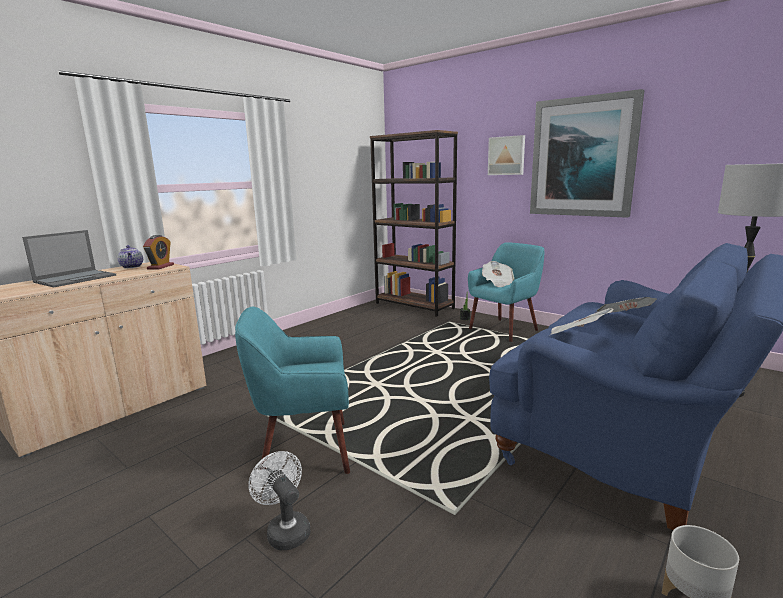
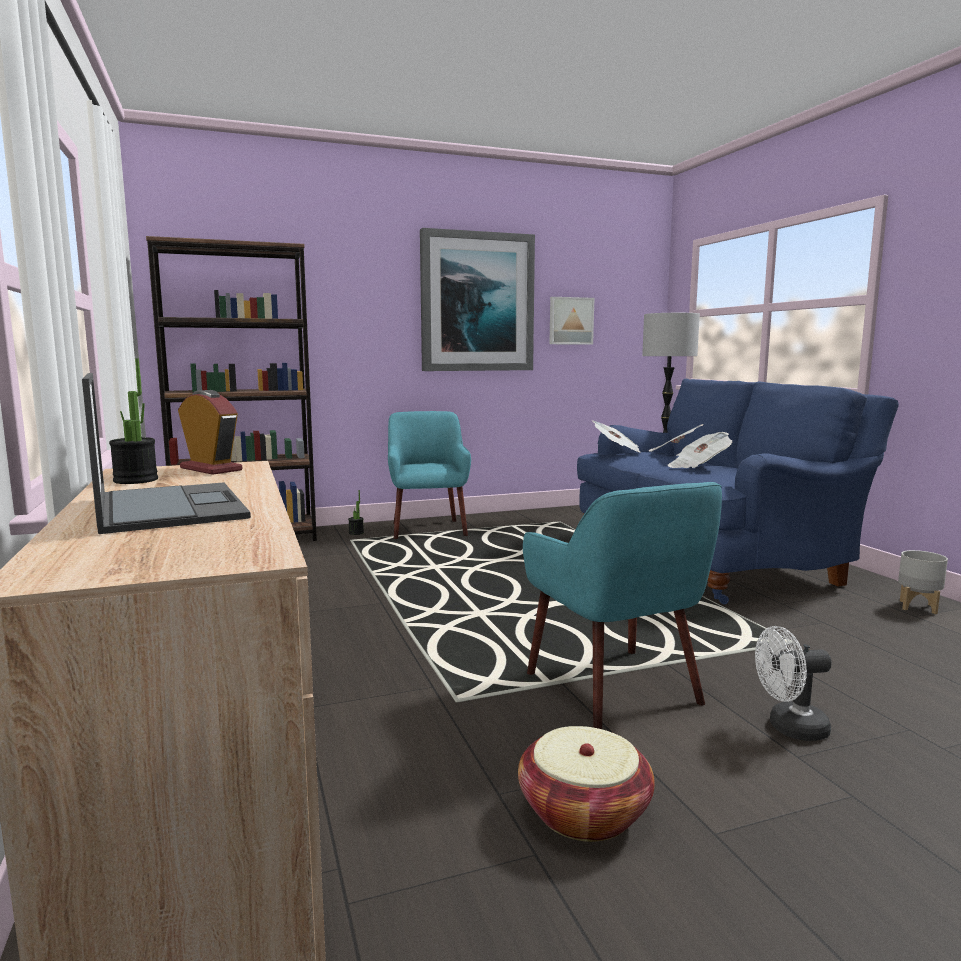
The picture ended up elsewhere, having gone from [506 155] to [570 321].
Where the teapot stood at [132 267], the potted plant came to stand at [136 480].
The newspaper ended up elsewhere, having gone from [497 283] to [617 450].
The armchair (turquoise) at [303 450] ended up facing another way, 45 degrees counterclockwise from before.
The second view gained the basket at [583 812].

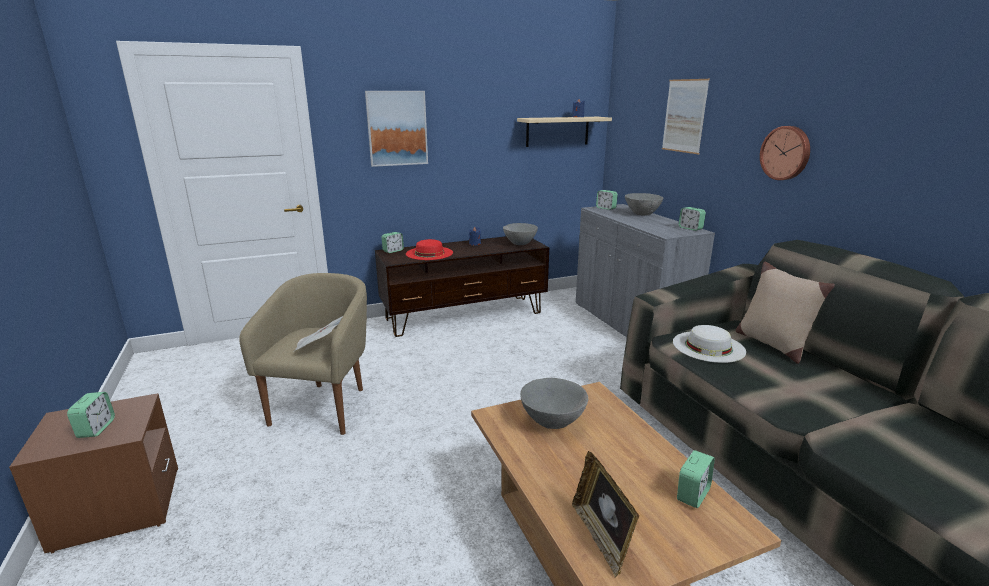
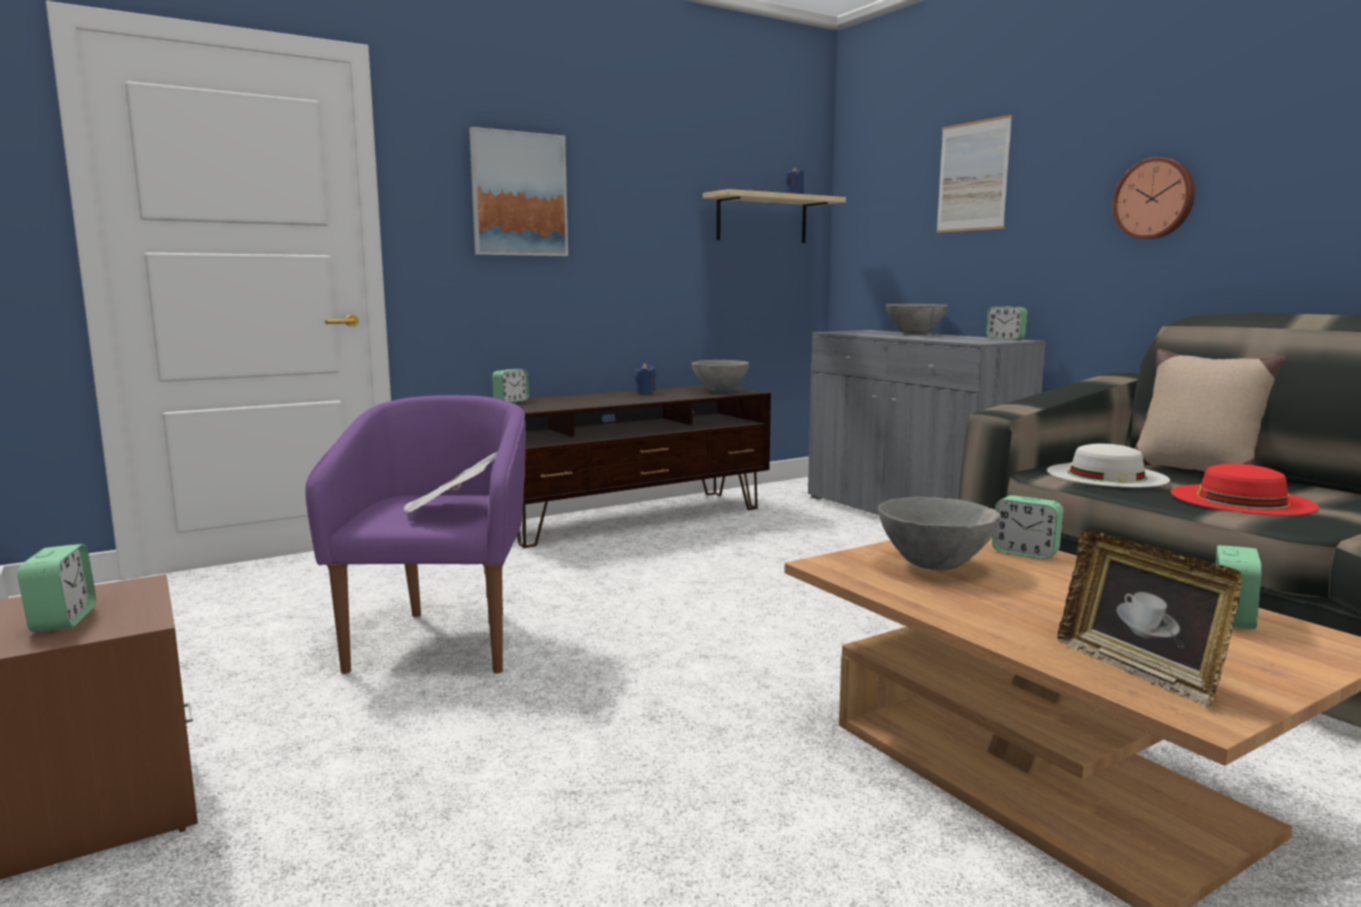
The alarm clock ended up elsewhere, having gone from [606 208] to [1025 553].
The hat (red) ended up elsewhere, having gone from [429 253] to [1241 500].
What was the armchair (beige) at [324 406] turned into the armchair (purple) at [442 640].

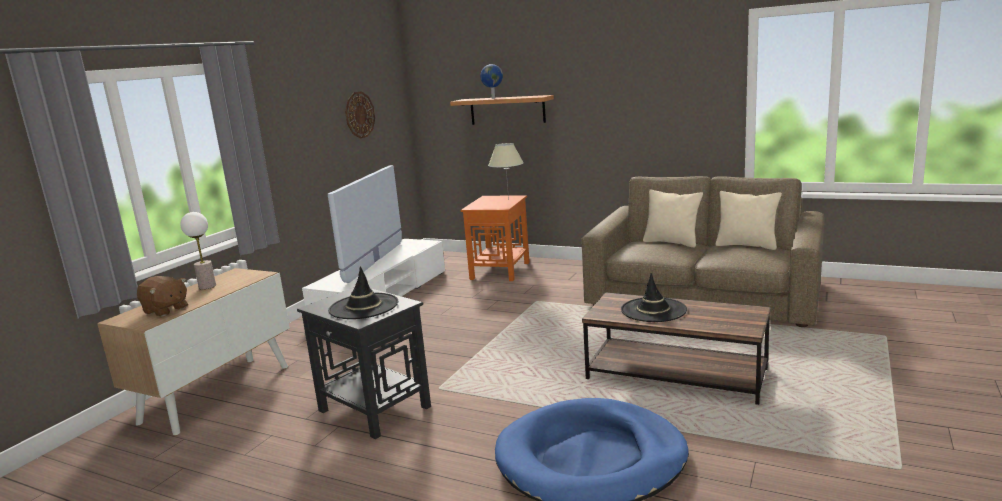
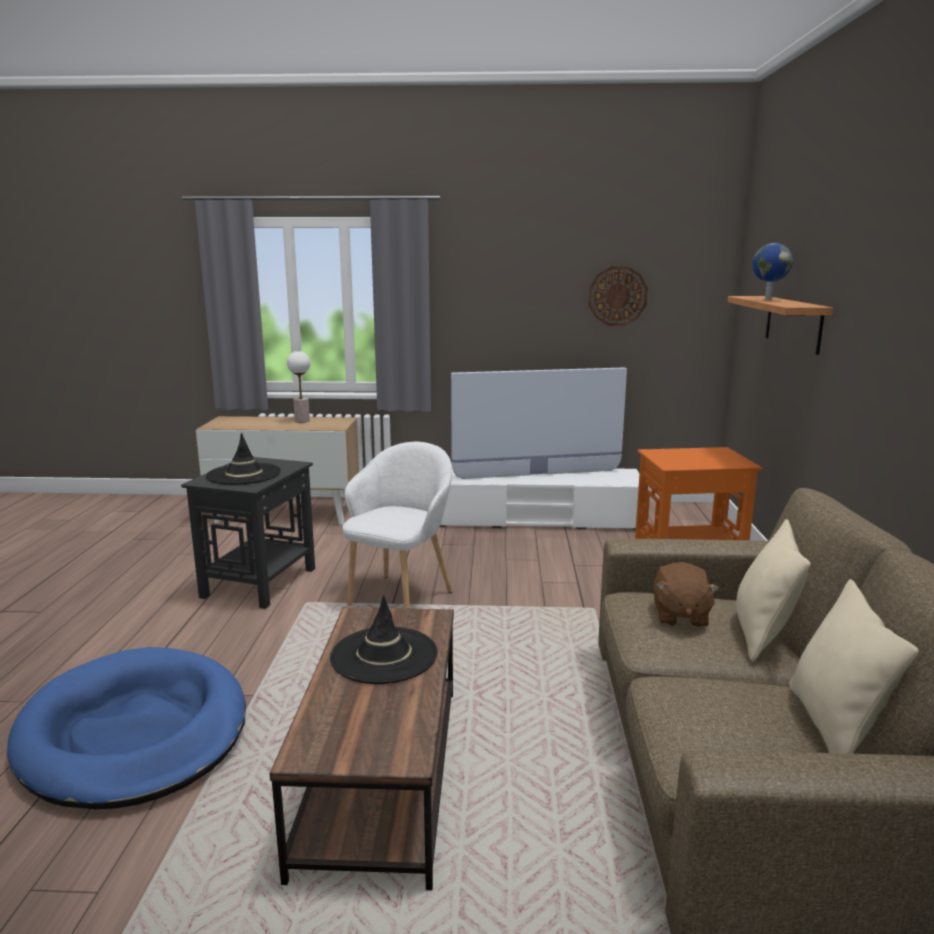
The second view lost the table lamp (beige) at [508 200].
The plush toy (brown) ended up elsewhere, having gone from [165 310] to [680 616].
The second view gained the armchair (white) at [401 596].

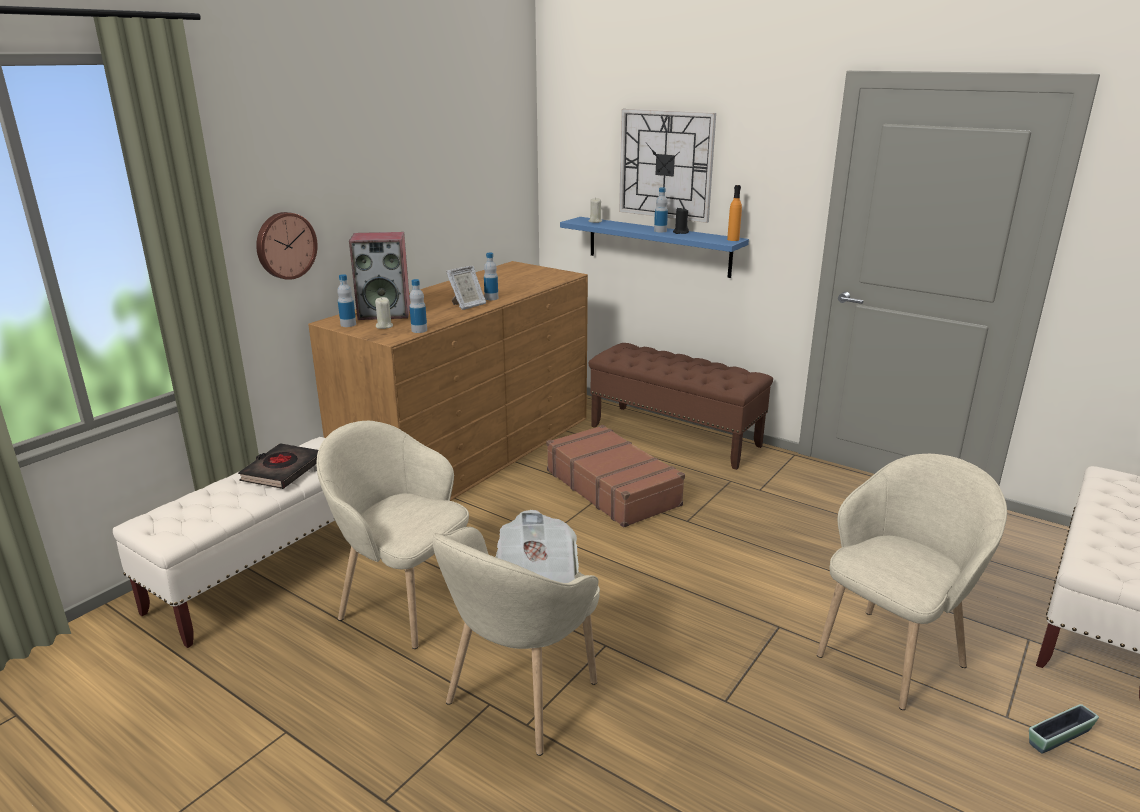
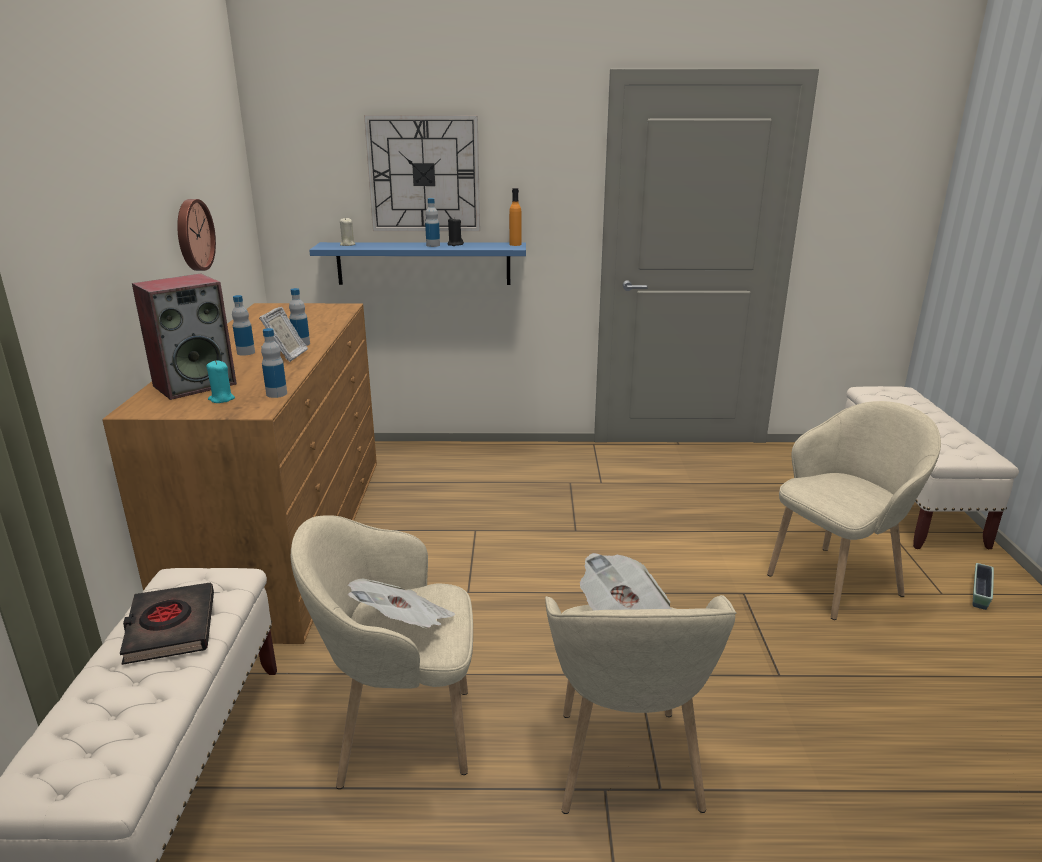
The wall clock ended up elsewhere, having gone from [285 245] to [193 235].
The bottle ended up elsewhere, having gone from [348 324] to [246 352].
What was the candle (beige) at [384 326] turned into the candle (turquoise) at [221 399].
The second view lost the bench (brown) at [675 436].
The second view lost the suitcase (brown) at [613 487].
The armchair (beige) at [891 656] ended up facing another way, 45 degrees clockwise from before.
The second view gained the newspaper at [404 625].

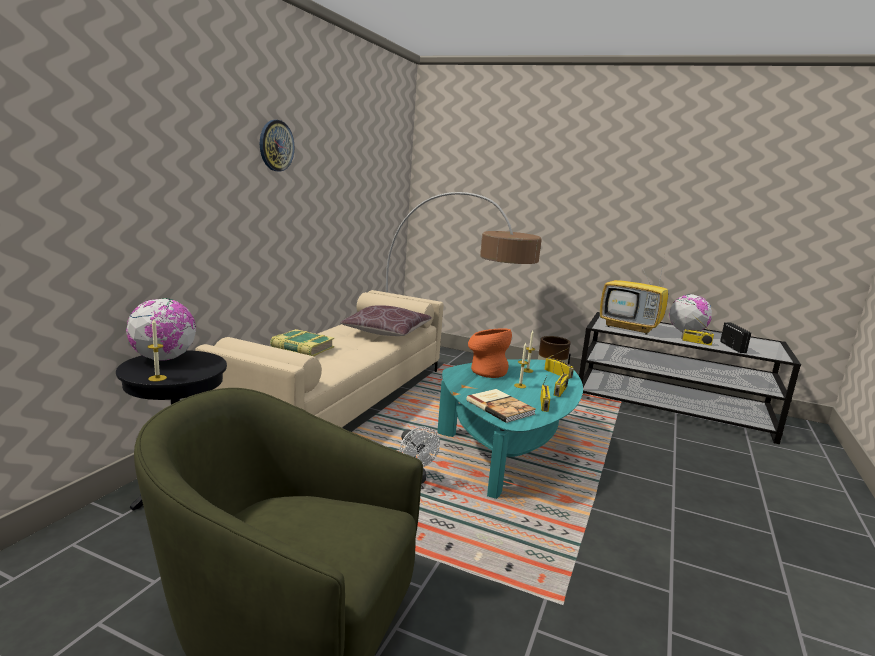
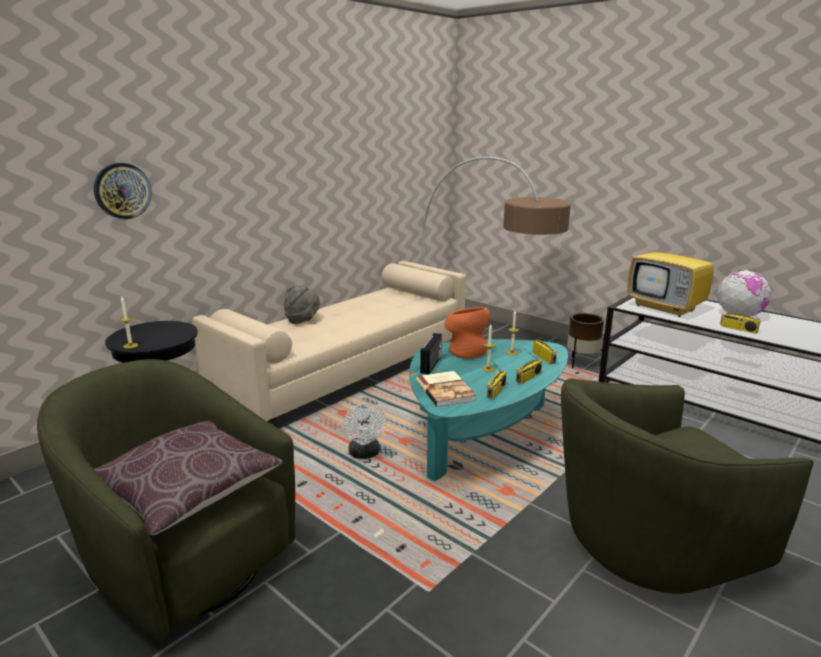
The wall clock ended up elsewhere, having gone from [276 145] to [122 191].
The second view lost the globe at [164 358].
The pillow (brown) ended up elsewhere, having gone from [387 332] to [188 490].
The radio ended up elsewhere, having gone from [733 347] to [432 364].
Where the book stood at [302 348], the hat (grey) came to stand at [302 319].
The second view gained the armchair (green) at [650 545].

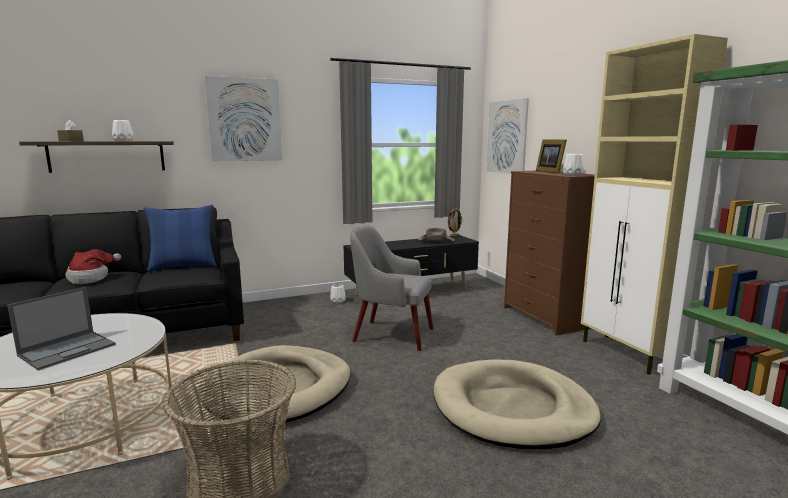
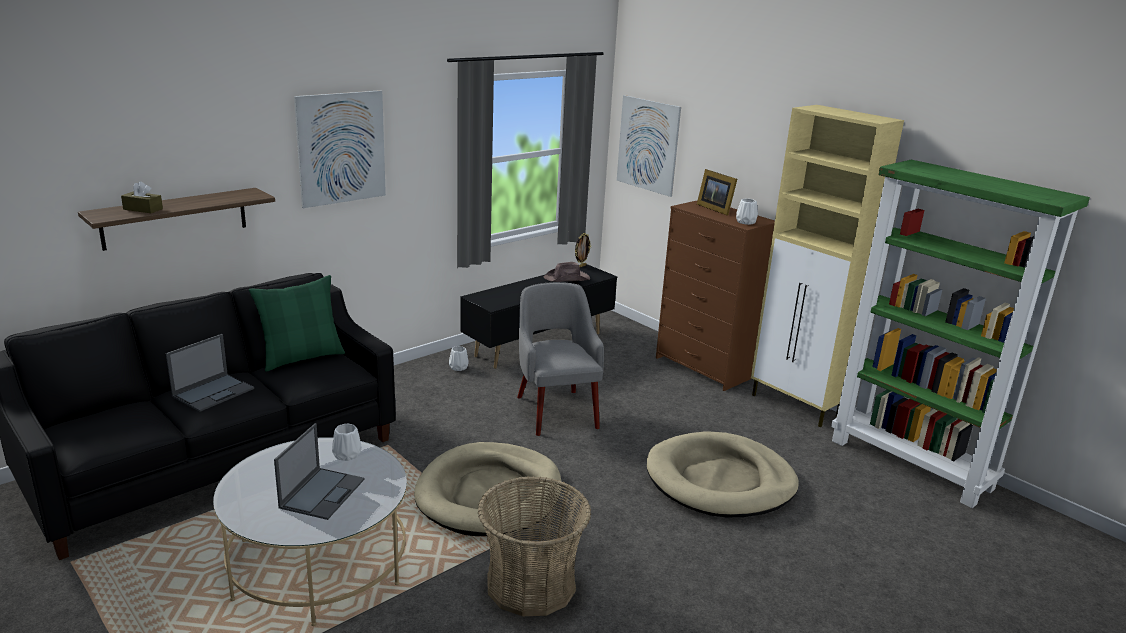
The vase (white) ended up elsewhere, having gone from [123 141] to [346 455].
What was the pillow (blue) at [183 266] turned into the pillow (green) at [301 357].
The armchair (grey) at [391 334] ended up facing another way, 75 degrees clockwise from before.
Where the hat stood at [91 278], the laptop came to stand at [214 392].

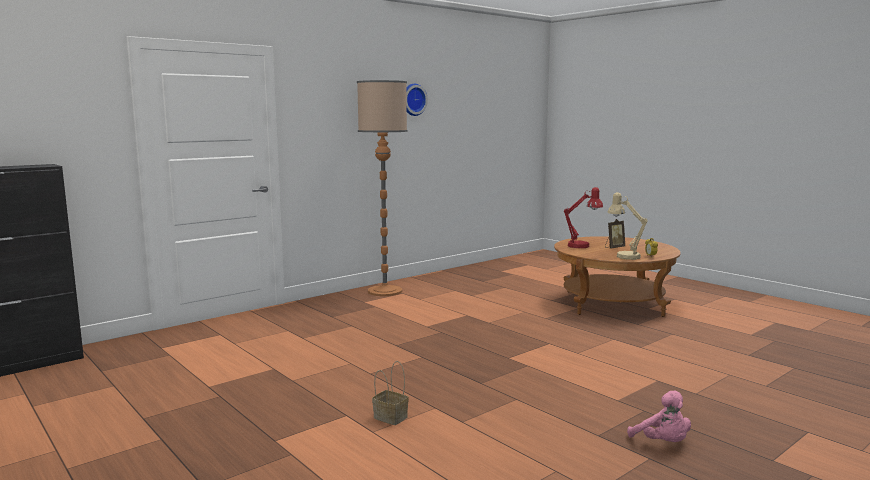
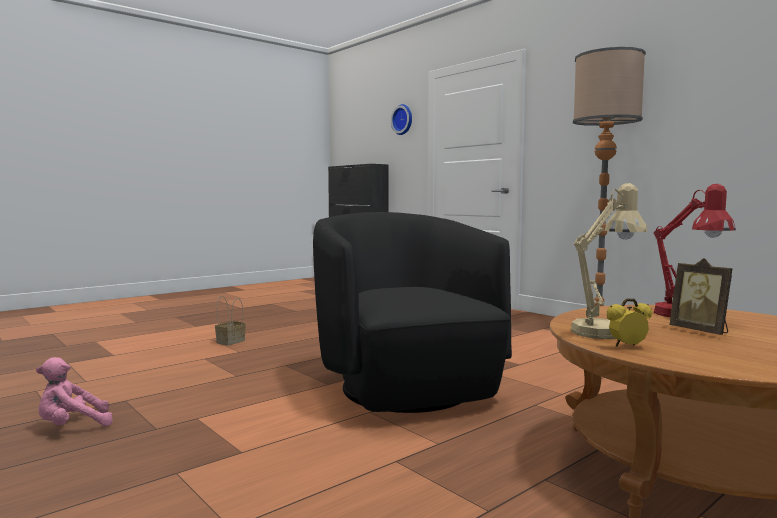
The wall clock ended up elsewhere, having gone from [412 99] to [403 119].
The second view gained the armchair (black) at [406 388].

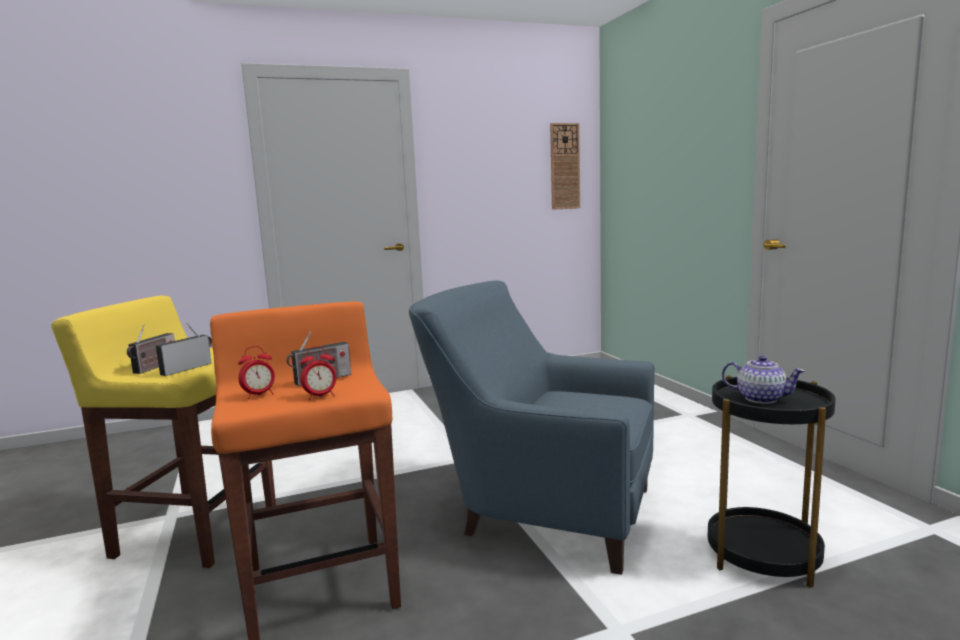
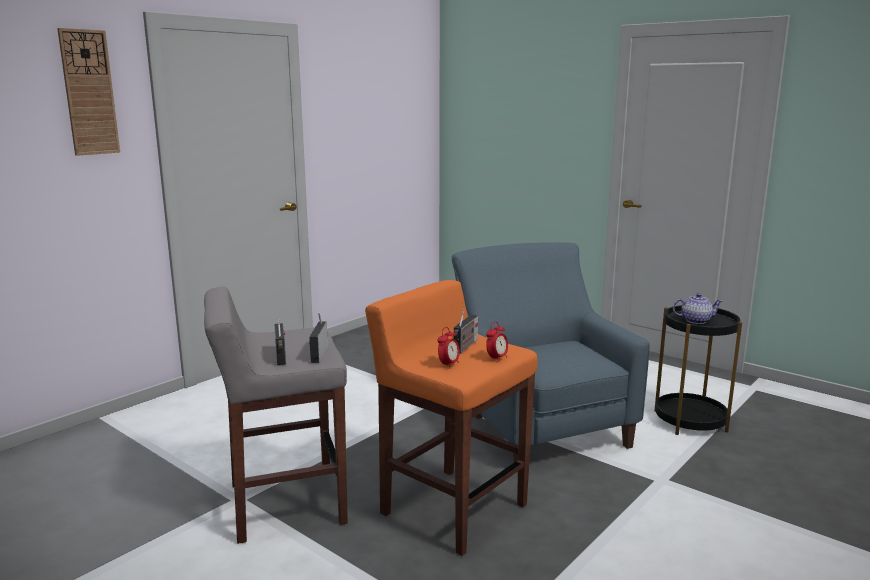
The wall clock ended up elsewhere, having gone from [564 166] to [89 93].
The armchair (blue) at [539 510] ended up facing another way, 75 degrees clockwise from before.
What was the stool (yellow) at [195 531] turned into the stool (grey) at [284 504].

